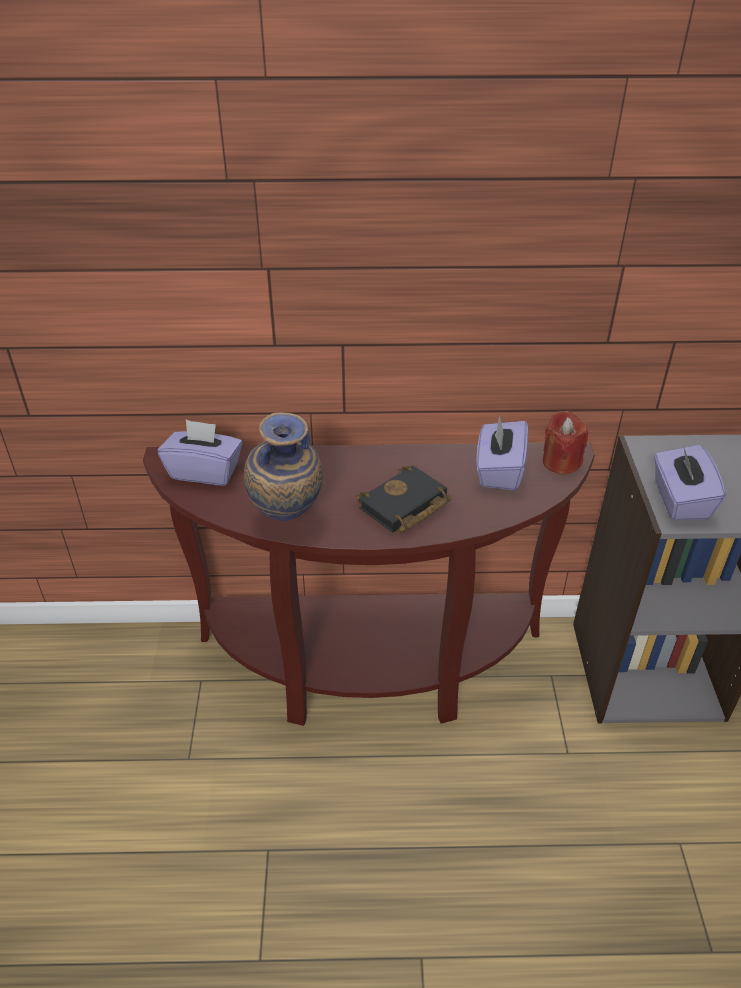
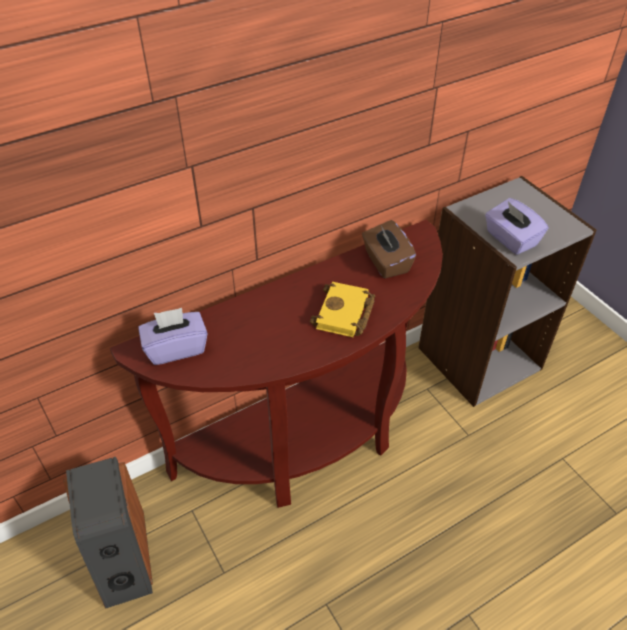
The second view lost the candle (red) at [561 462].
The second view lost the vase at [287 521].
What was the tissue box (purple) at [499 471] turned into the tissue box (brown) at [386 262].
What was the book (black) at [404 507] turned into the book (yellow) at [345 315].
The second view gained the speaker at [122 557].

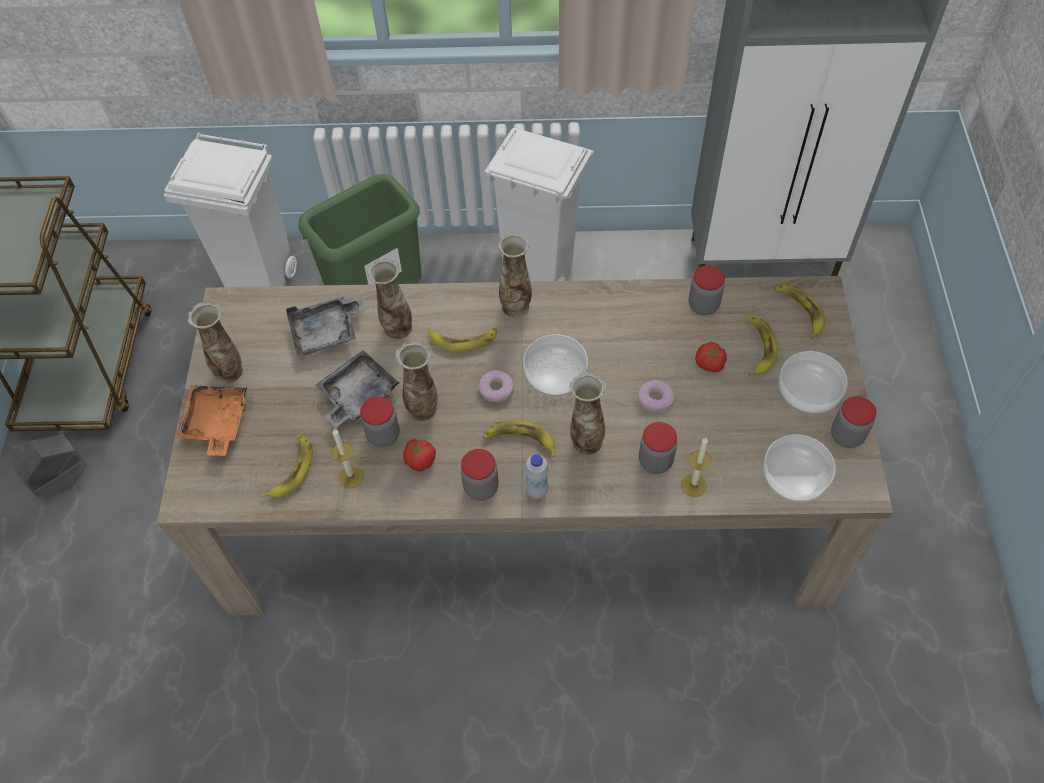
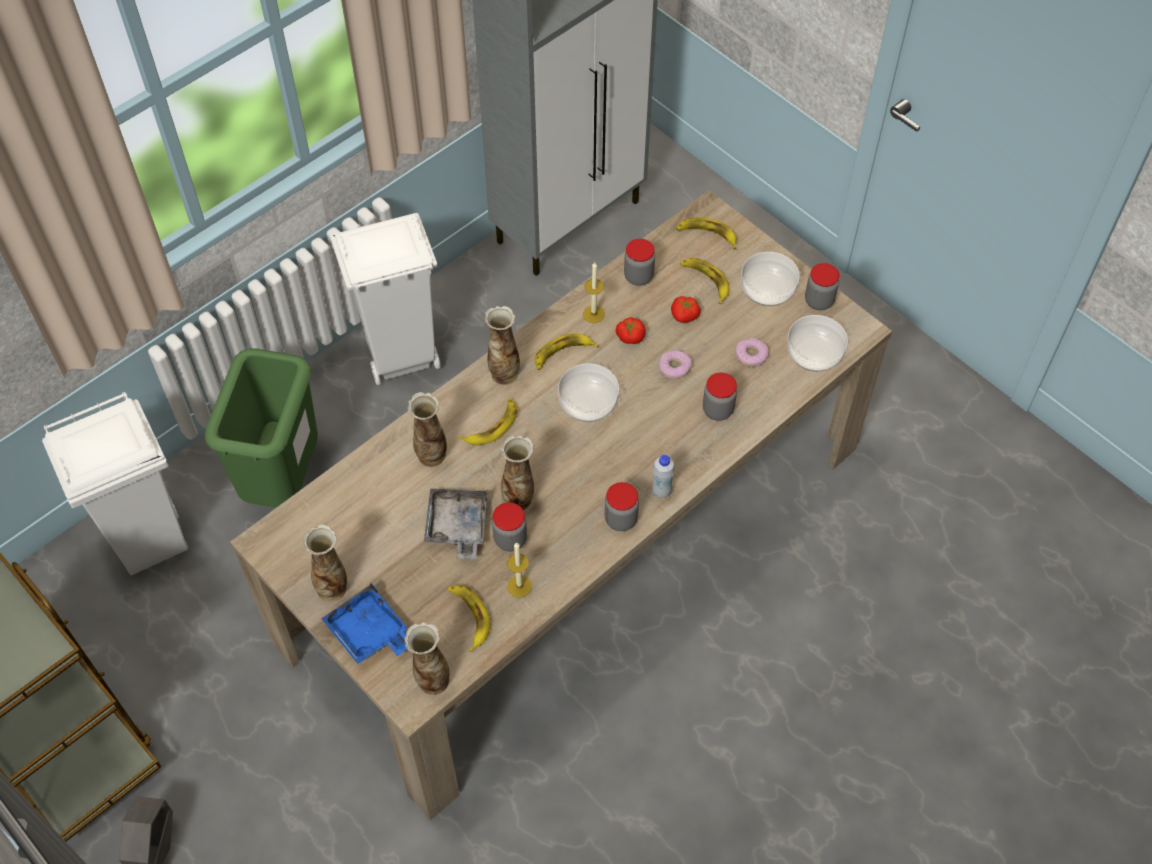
The second view lost the tray (grey) at [327 332].
The donut ended up elsewhere, having gone from [496 390] to [751 356].
The vase ended up elsewhere, having gone from [586 441] to [432 681].
What was the tray (orange) at [216 424] turned into the tray (blue) at [369 633].
The banana ended up elsewhere, having gone from [520 440] to [562 354].
The candle ended up elsewhere, having gone from [693 485] to [593 314].
The tomato ended up elsewhere, having gone from [420 459] to [630 336].

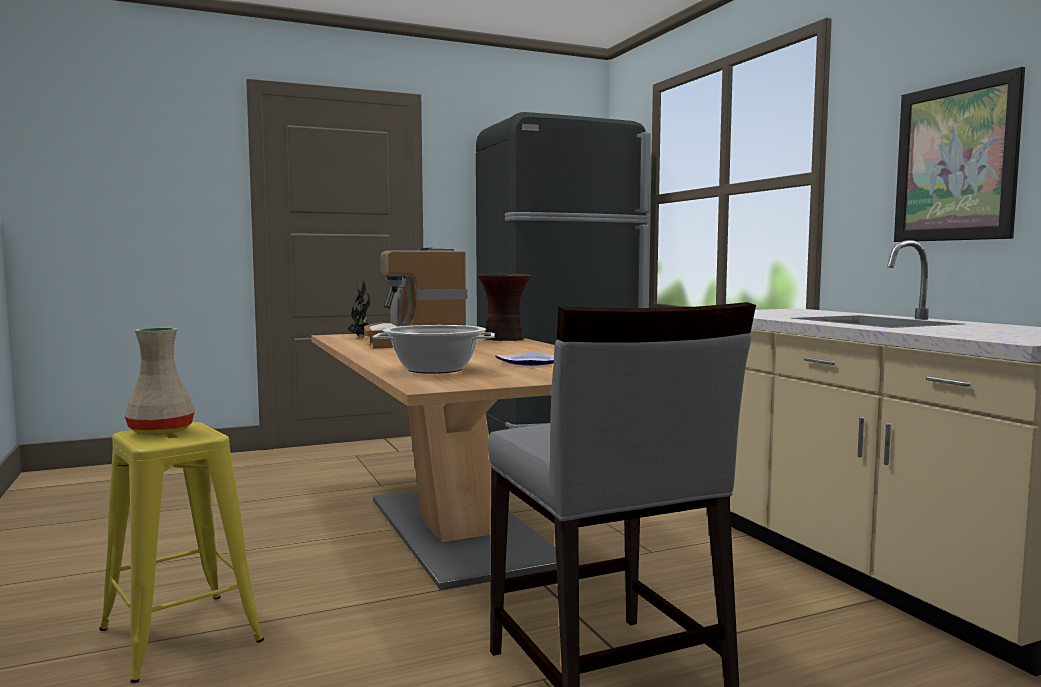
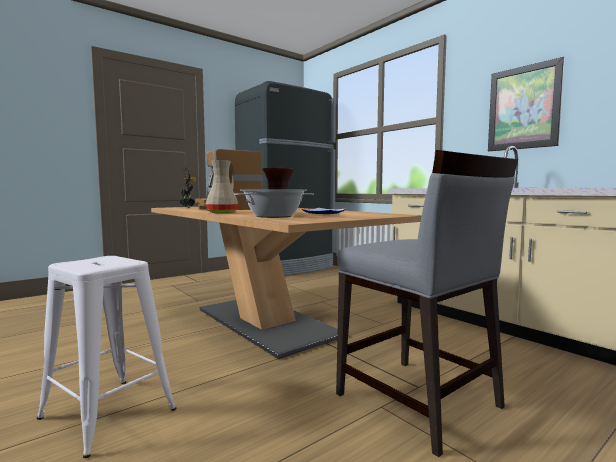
The vase (beige) ended up elsewhere, having gone from [162 431] to [222 213].
What was the stool (yellow) at [180 635] turned into the stool (white) at [108 413].

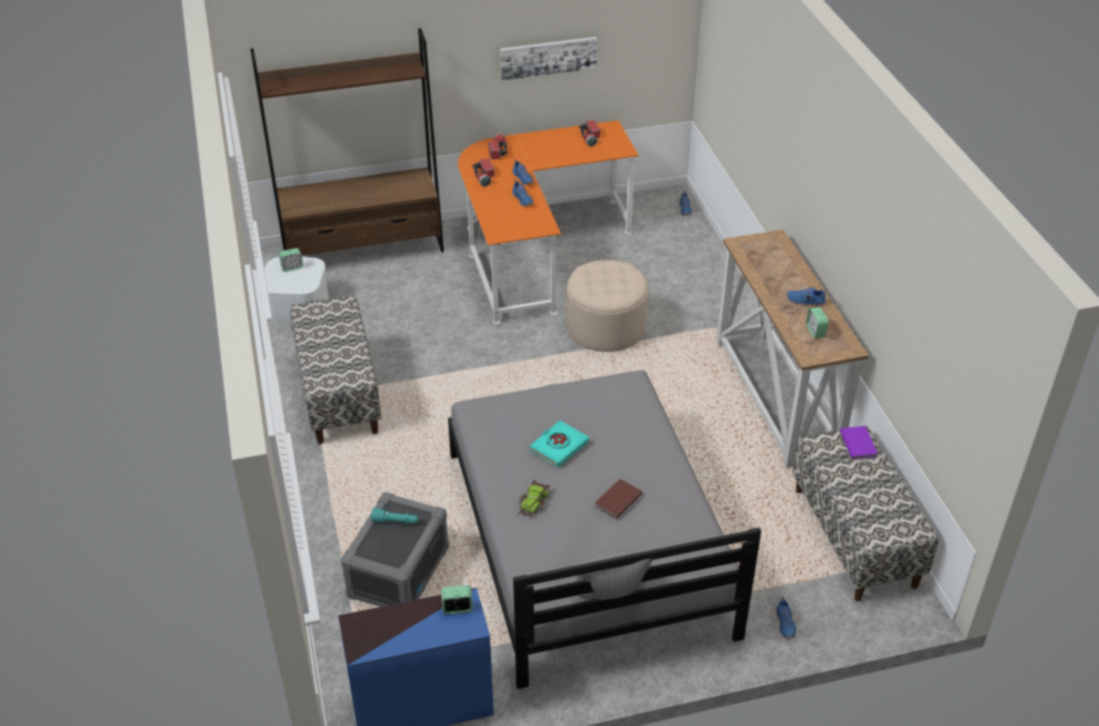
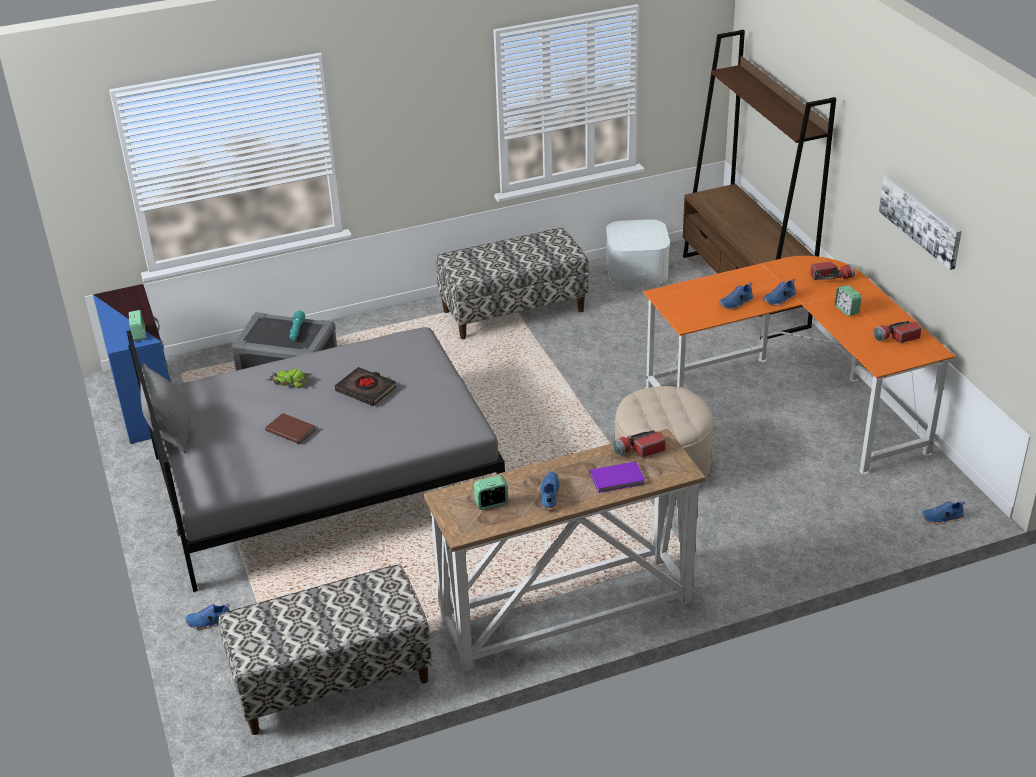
The flashlight ended up elsewhere, having gone from [484 177] to [639 450].
The alarm clock ended up elsewhere, having gone from [292 267] to [846 310].
What was the book (turquoise) at [558 446] turned into the book (black) at [366 390].
The book (purple) ended up elsewhere, having gone from [859 443] to [618 479].

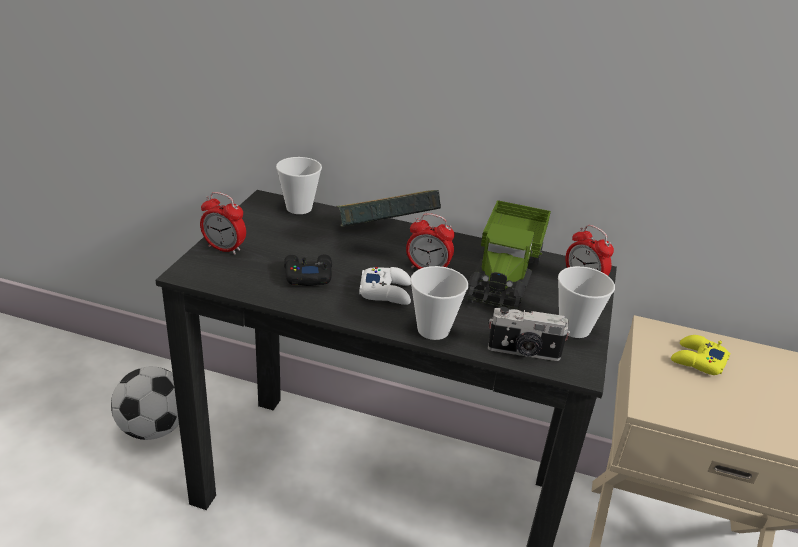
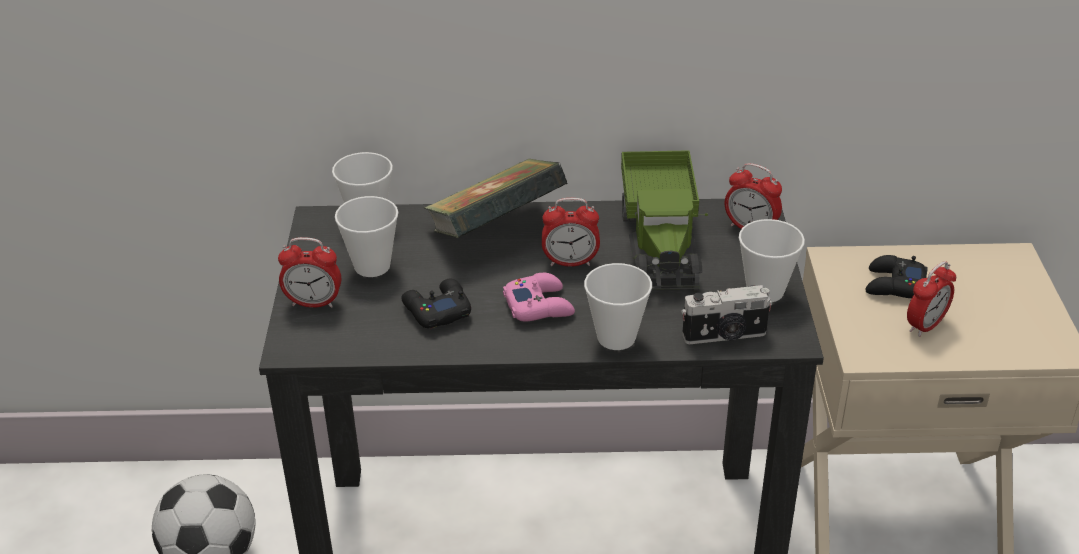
What was the game controller (white) at [386 292] turned into the game controller (pink) at [539 305].
What was the game controller (yellow) at [697 361] turned into the game controller (black) at [894 285].
The second view gained the cup at [372 266].
The second view gained the alarm clock at [925 325].

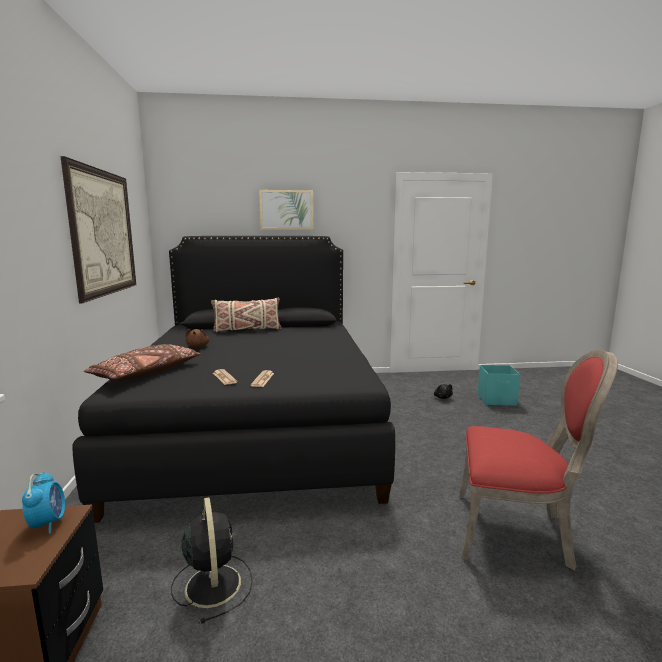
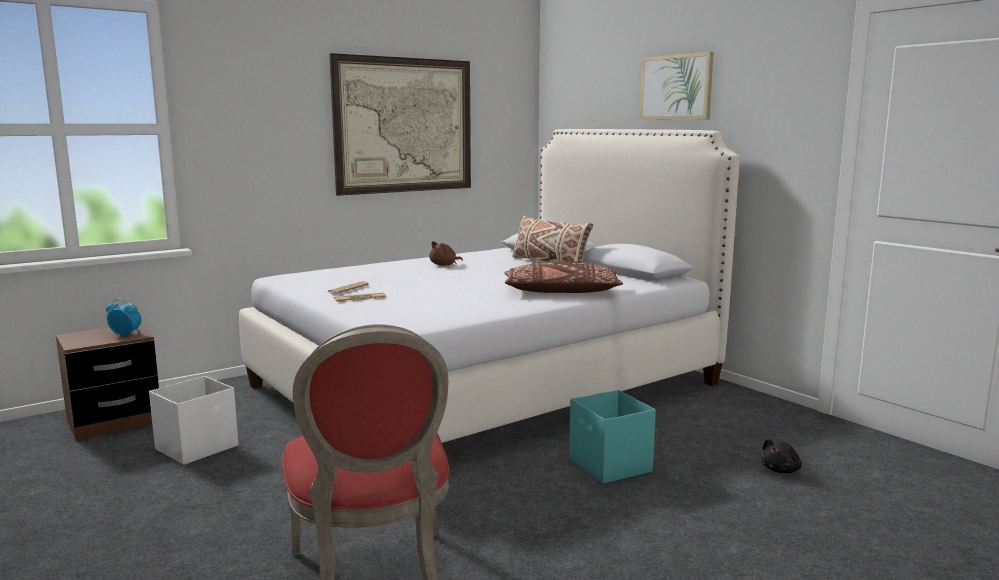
What was the bed (black) at [255 424] turned into the bed (white) at [486 384].
The pillow (brown) ended up elsewhere, having gone from [146 373] to [561 291].
The storage box (turquoise) ended up elsewhere, having gone from [497 400] to [610 466].
The alarm clock at [48 523] ended up facing another way, 120 degrees counterclockwise from before.
Where the fan (black) stood at [213 583], the storage box (white) came to stand at [198 447].

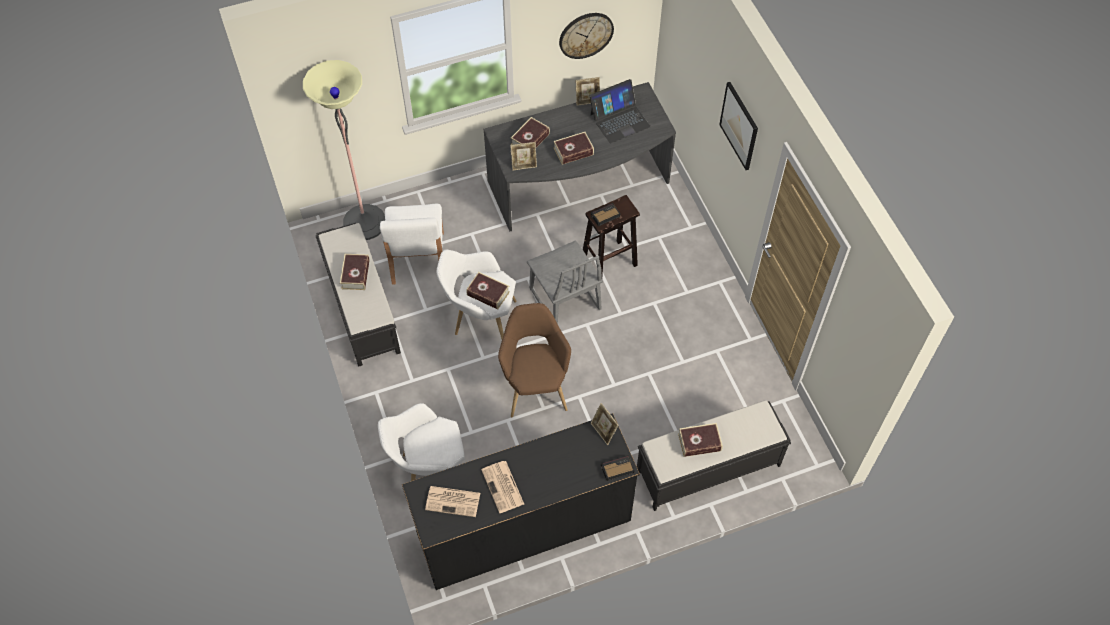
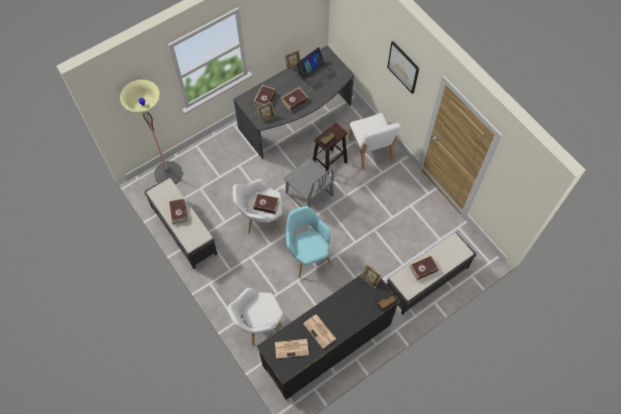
The second view lost the wall clock at [586 35].
The chair (white) ended up elsewhere, having gone from [417 259] to [370 150].
What was the armchair (brown) at [535 385] turned into the armchair (turquoise) at [307 254].

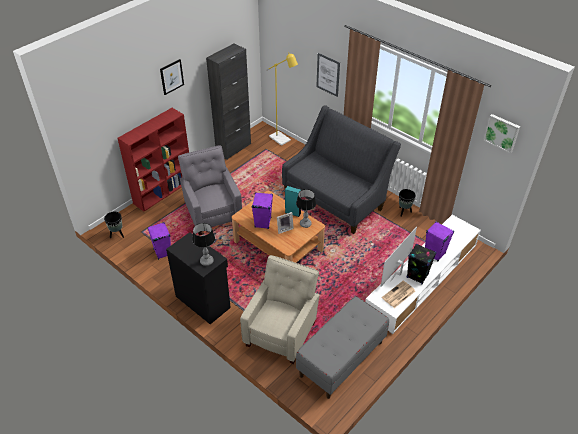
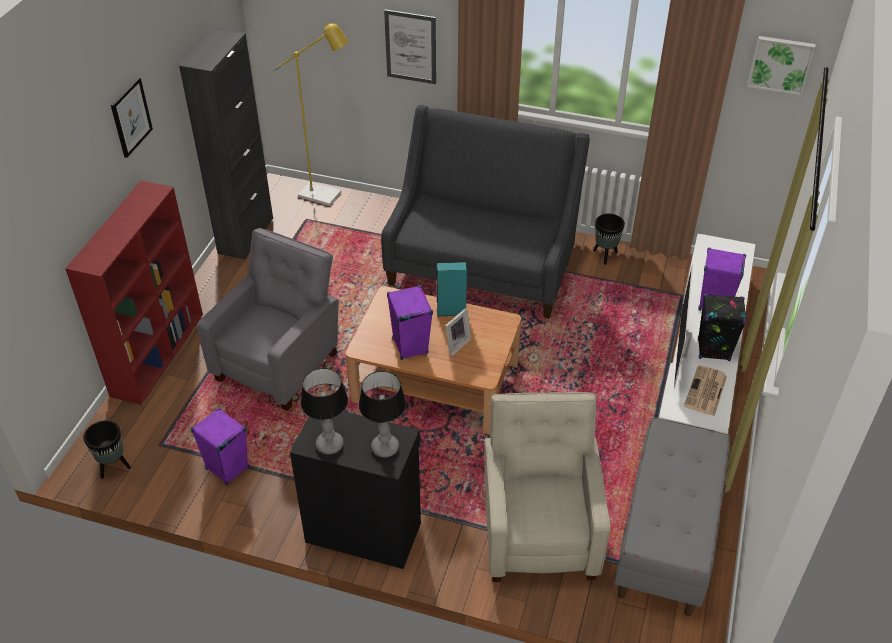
The armchair (grey) at [213 213] ended up facing another way, 75 degrees clockwise from before.
The table lamp ended up elsewhere, having gone from [305 224] to [330 444].

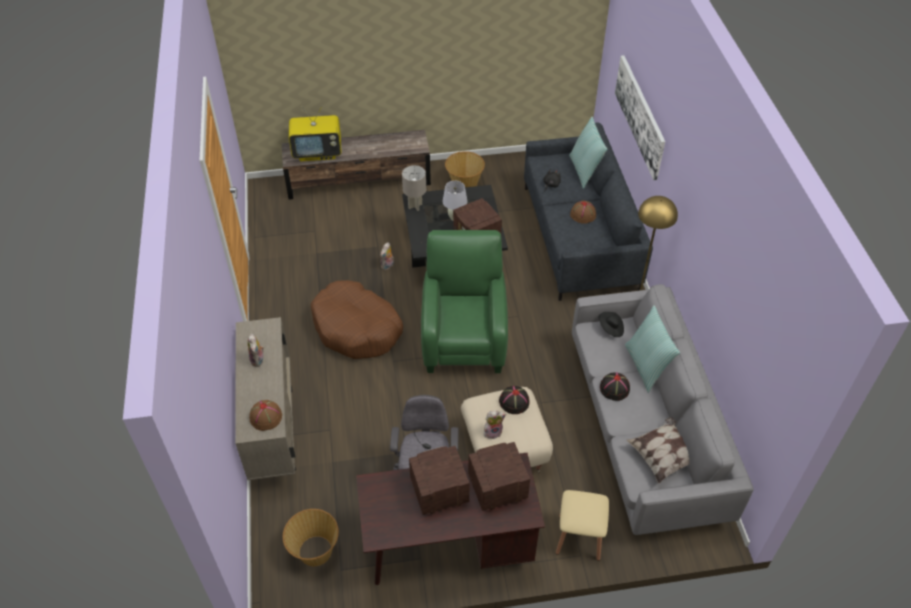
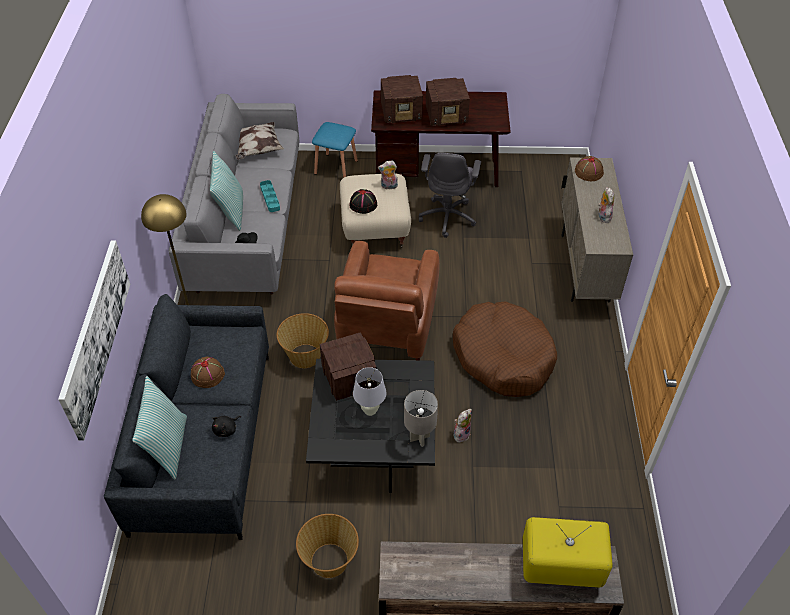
What was the armchair (green) at [464 336] turned into the armchair (brown) at [386 332].
Where the hat (black) stood at [614 388], the tray (turquoise) came to stand at [270 198].
What was the stool (beige) at [579 537] turned into the stool (blue) at [336 167].
The basket ended up elsewhere, having gone from [315 551] to [305 355].

